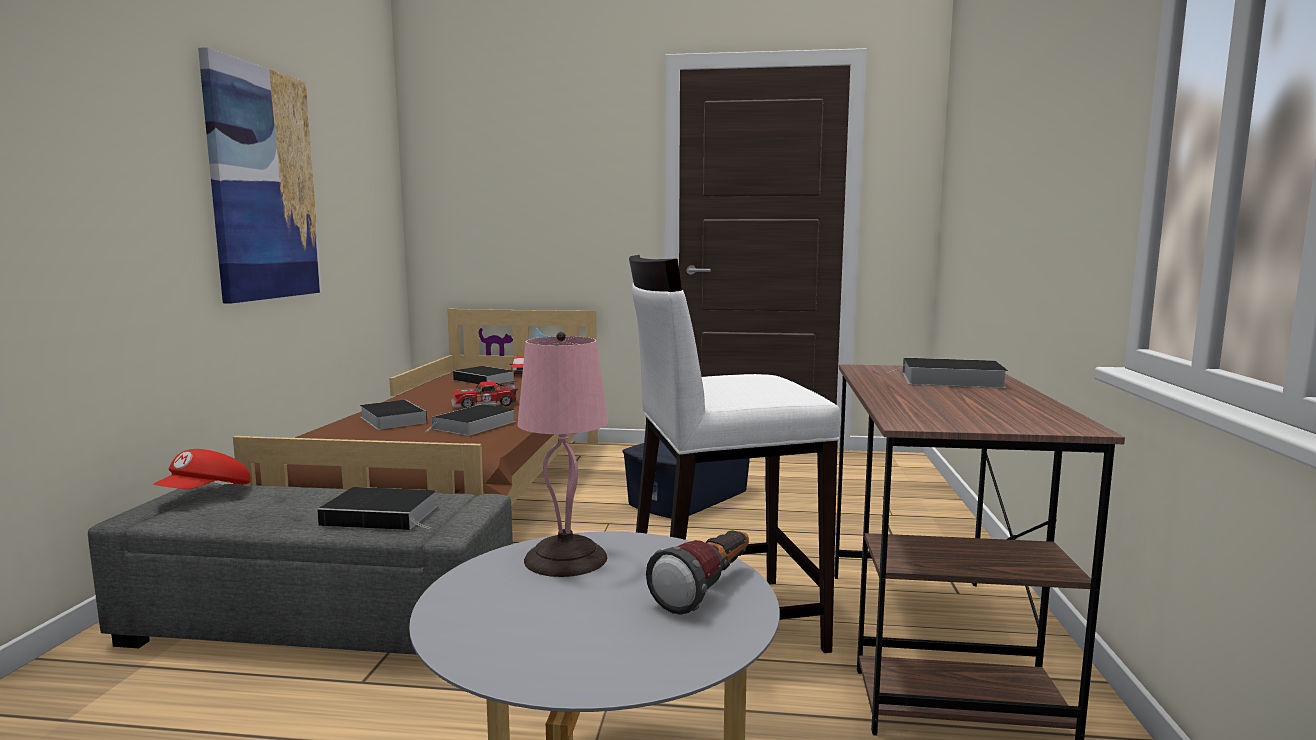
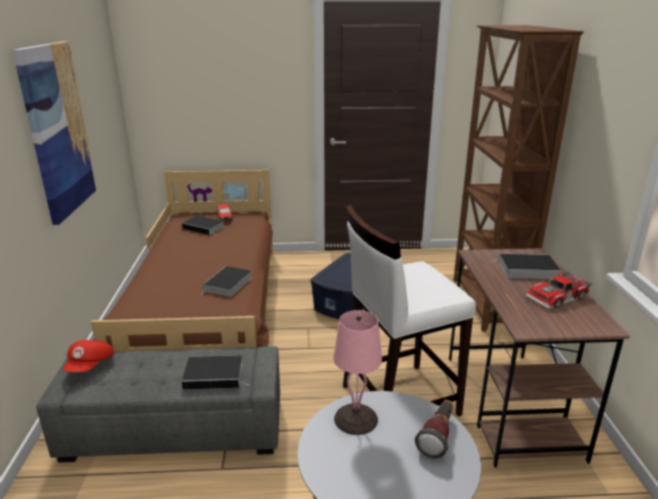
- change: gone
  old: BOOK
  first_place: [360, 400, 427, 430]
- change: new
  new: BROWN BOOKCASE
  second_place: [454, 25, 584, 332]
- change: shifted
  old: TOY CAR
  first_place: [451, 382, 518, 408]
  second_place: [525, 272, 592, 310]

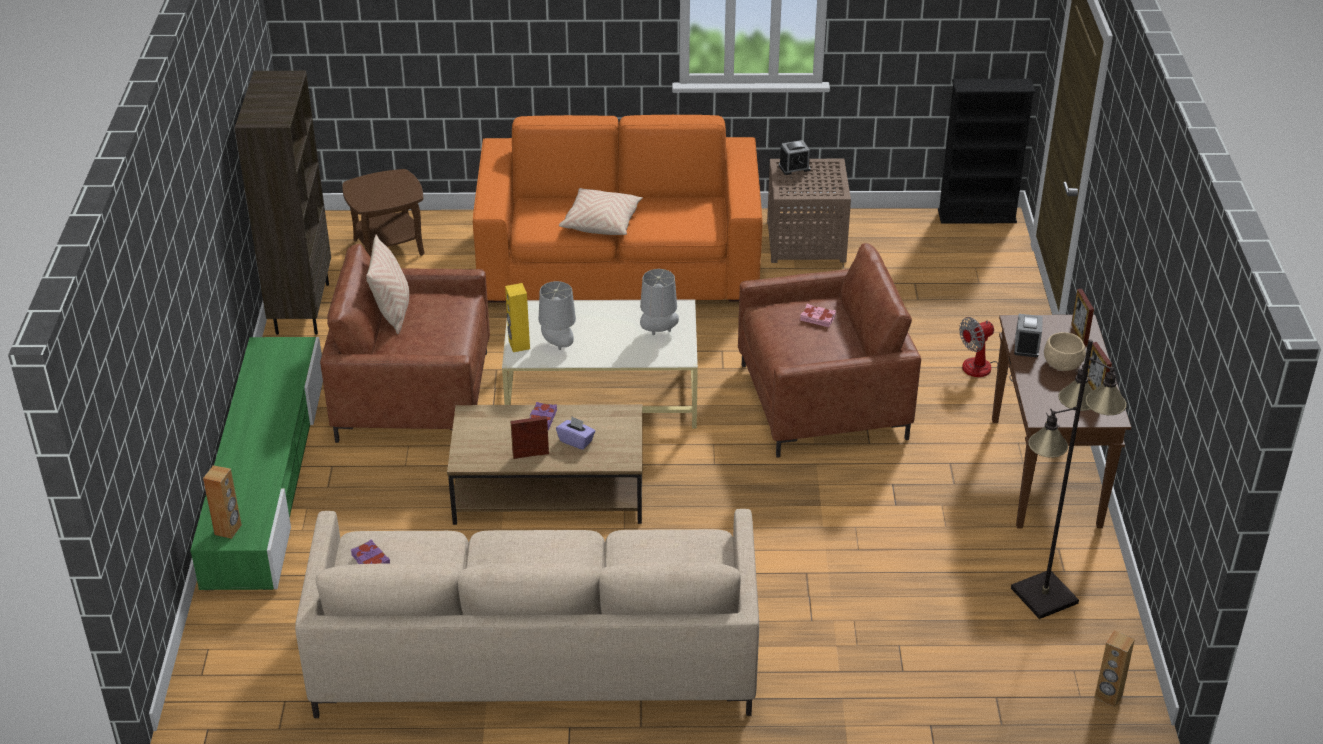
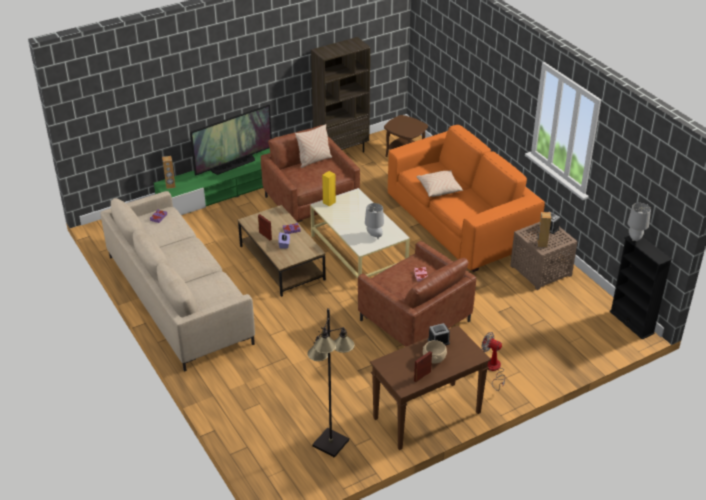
- change: gone
  old: PICTURE FRAME
  first_place: [1071, 289, 1094, 346]
- change: new
  new: TELEVISION
  second_place: [190, 105, 272, 176]
- change: shifted
  old: GREY TABLE LAMP
  first_place: [539, 281, 576, 350]
  second_place: [628, 203, 651, 241]
- change: shifted
  old: BROWN SPEAKER
  first_place: [1094, 630, 1135, 707]
  second_place: [537, 212, 551, 247]

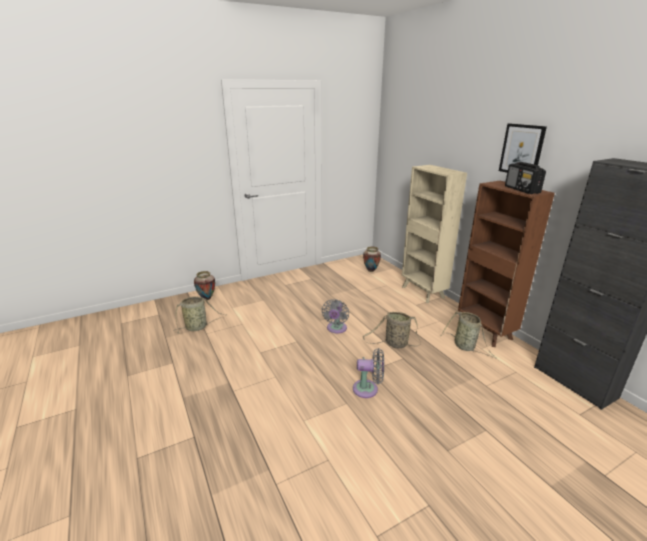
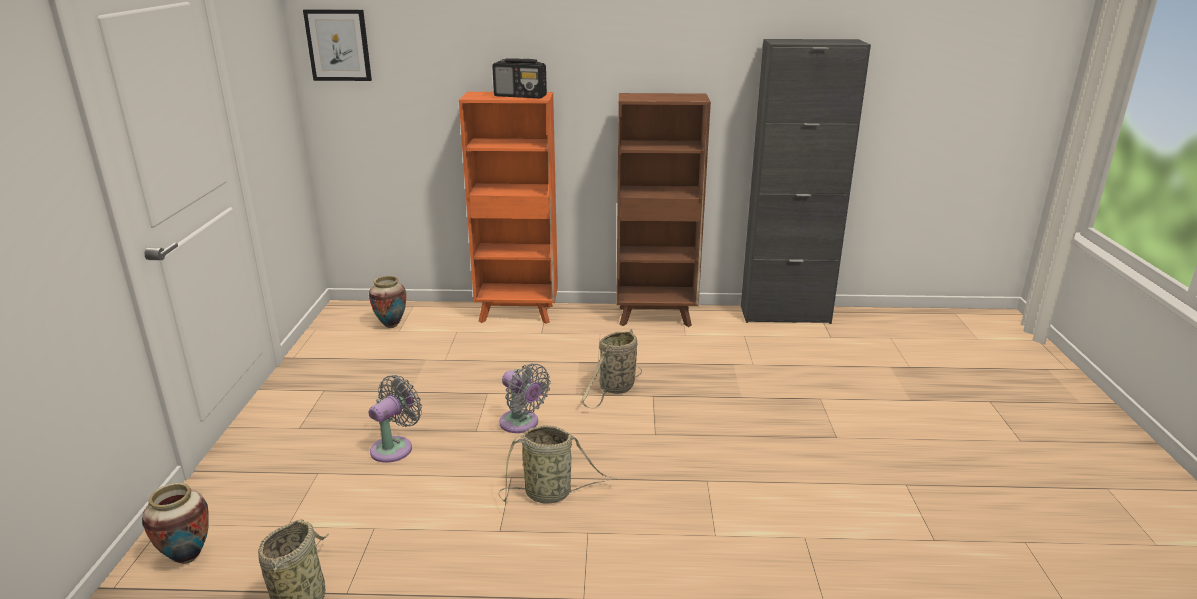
- change: shifted
  old: GREY FAN
  first_place: [353, 348, 384, 398]
  second_place: [369, 375, 422, 463]
- change: shifted
  old: BASKET
  first_place: [441, 311, 497, 359]
  second_place: [499, 425, 618, 505]
- change: shifted
  old: PICTURE
  first_place: [499, 123, 547, 173]
  second_place: [303, 9, 372, 81]
- change: shifted
  old: RADIO
  first_place: [505, 162, 546, 194]
  second_place: [492, 58, 547, 98]
- change: repainted
  old: BEIGE BOOKCASE
  new: ORANGE BOOKCASE
  first_place: [402, 165, 467, 303]
  second_place: [459, 92, 558, 324]

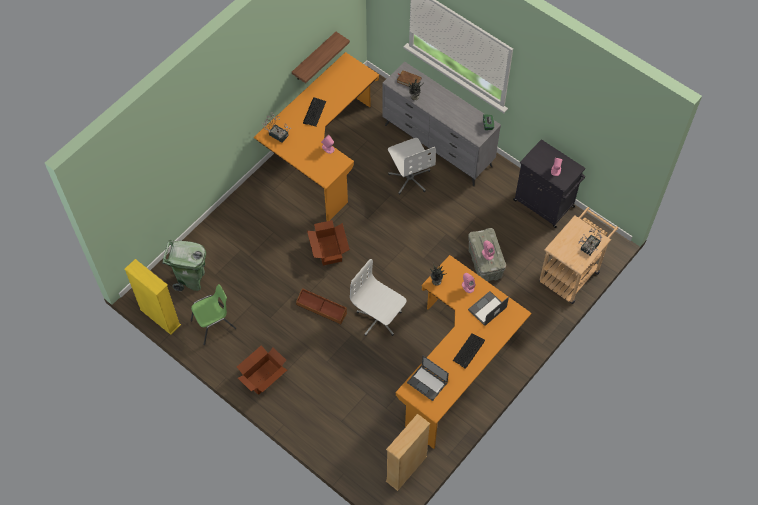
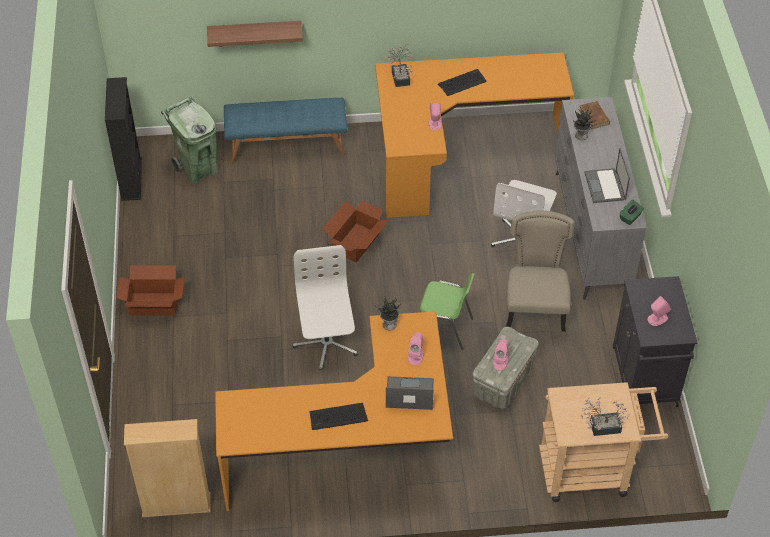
- change: gone
  old: BROWN STORAGE BOX
  first_place: [296, 288, 347, 324]
- change: new
  new: BLUE BENCH
  second_place: [224, 98, 347, 164]
- change: new
  new: BEIGE CHAIR
  second_place: [506, 211, 575, 337]
- change: shifted
  old: GREEN CHAIR
  first_place: [191, 284, 236, 345]
  second_place: [420, 273, 474, 350]
- change: shifted
  old: SHELF
  first_place: [292, 32, 350, 83]
  second_place: [207, 21, 303, 47]
- change: shifted
  old: LAPTOP
  first_place: [407, 355, 449, 401]
  second_place: [584, 148, 630, 203]
- change: repainted
  old: YELLOW BOOKCASE
  new: BLACK BOOKCASE
  first_place: [124, 259, 181, 335]
  second_place: [105, 77, 142, 201]

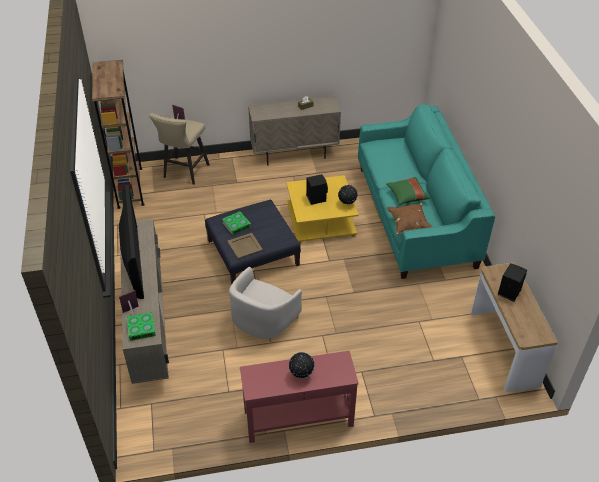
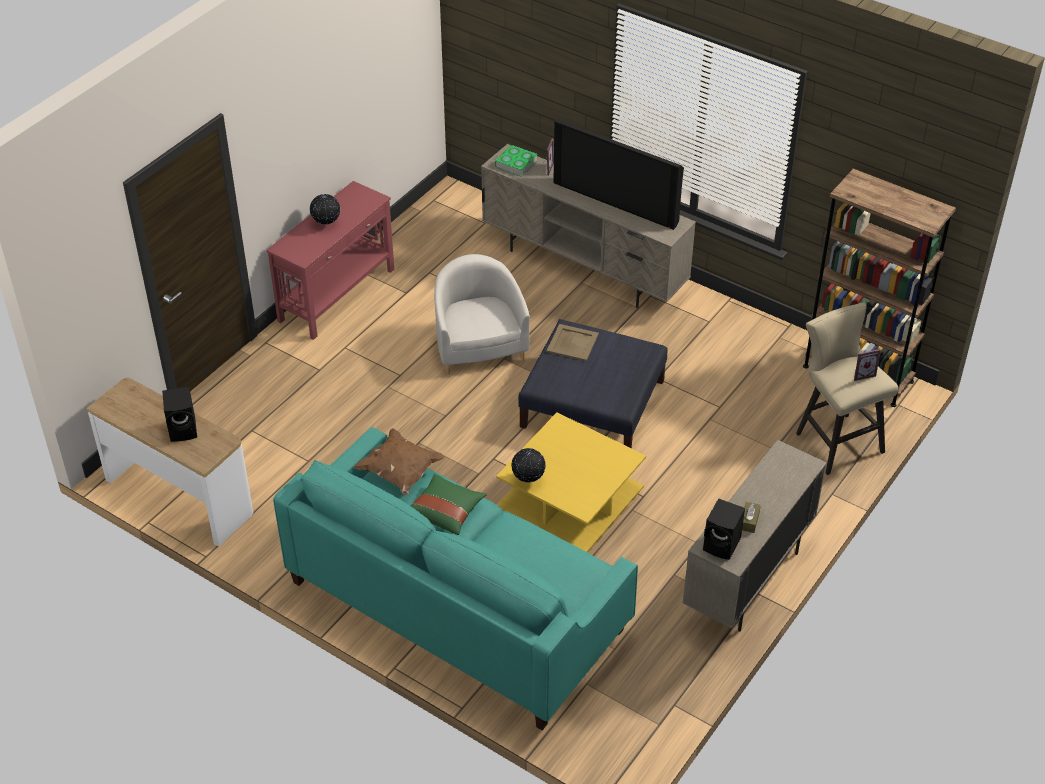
- change: gone
  old: BOOK
  first_place: [222, 211, 251, 235]
- change: shifted
  old: BLACK SPEAKER
  first_place: [306, 174, 328, 205]
  second_place: [703, 498, 745, 560]

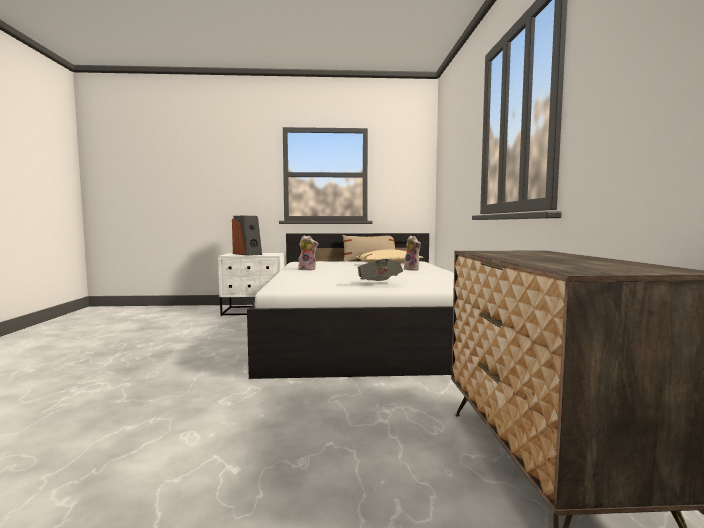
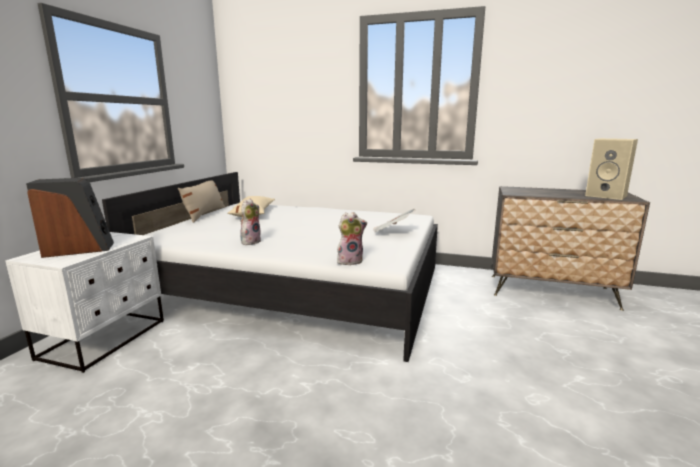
- change: new
  new: BEIGE SPEAKER
  second_place: [585, 138, 638, 200]
- change: shifted
  old: PLUSH TOY
  first_place: [404, 236, 421, 271]
  second_place: [337, 212, 367, 265]

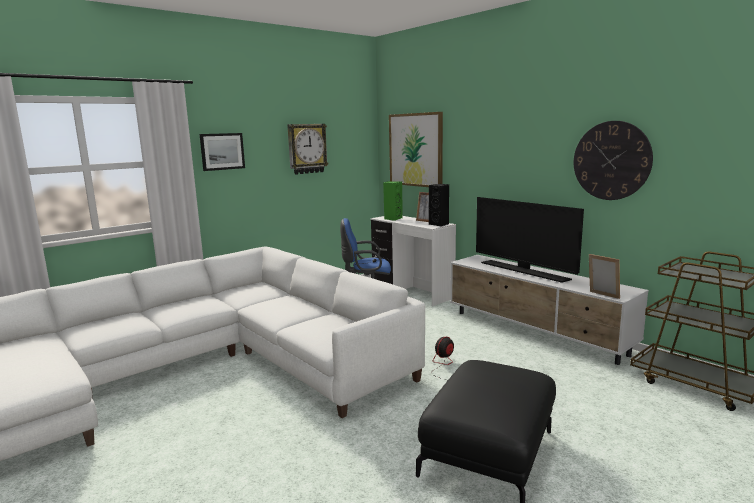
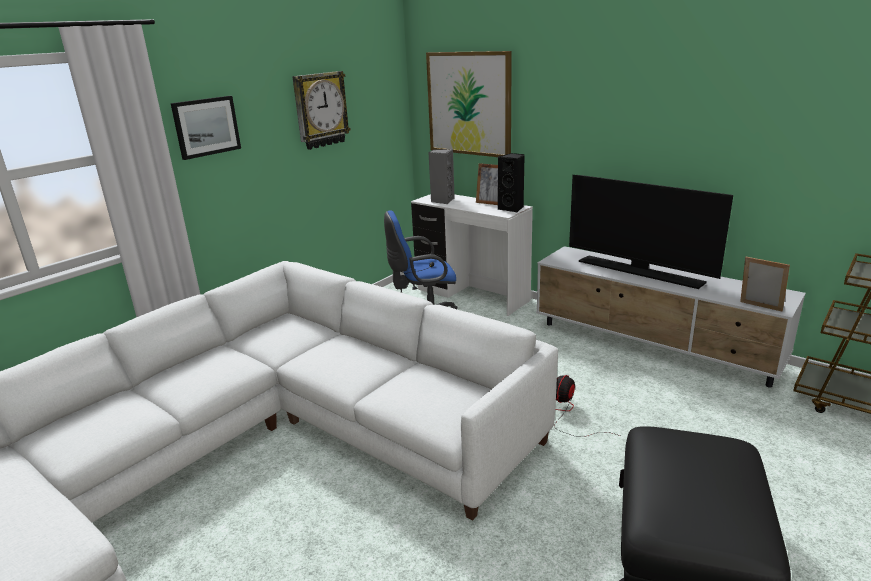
- change: gone
  old: WALL CLOCK
  first_place: [574, 121, 653, 200]
- change: repainted
  old: GREEN SPEAKER
  new: GREY SPEAKER
  first_place: [383, 181, 403, 221]
  second_place: [428, 149, 455, 204]

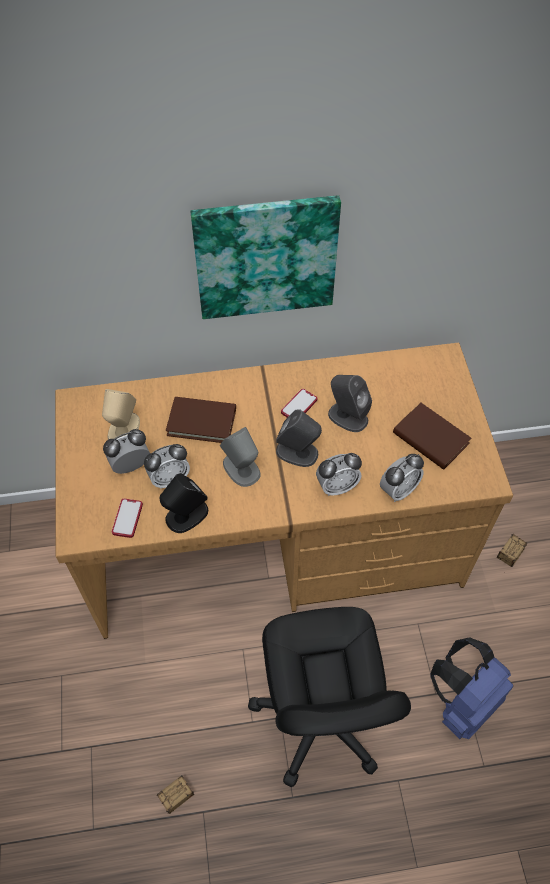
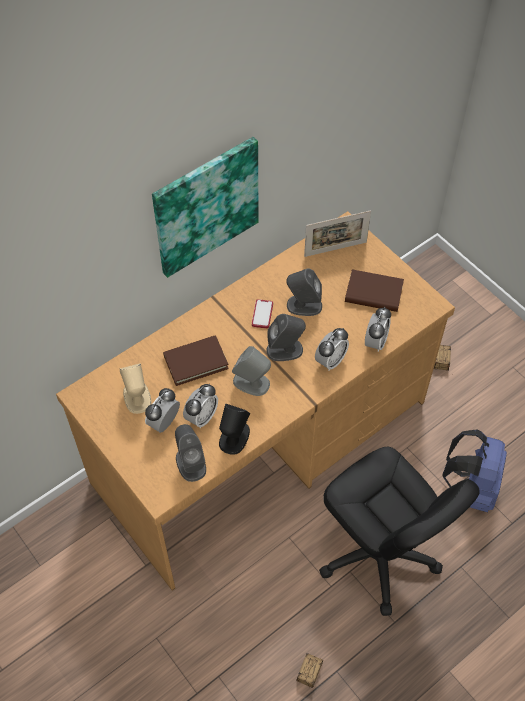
- change: new
  new: PICTURE FRAME
  second_place: [304, 210, 371, 257]
- change: swapped
  old: PHONE
  new: GREY SPEAKER
  first_place: [112, 499, 143, 538]
  second_place: [175, 424, 206, 482]

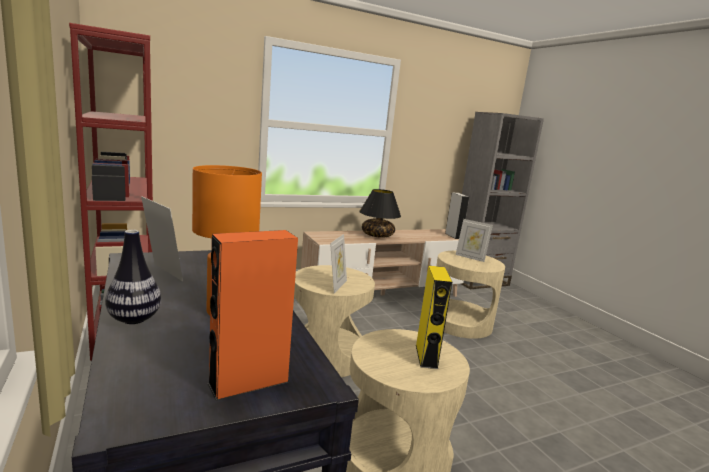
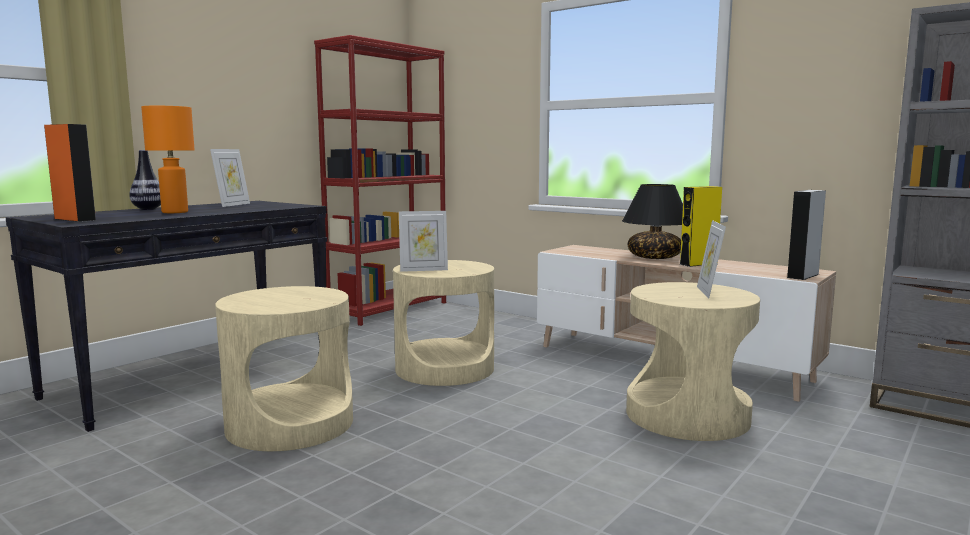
- change: shifted
  old: YELLOW SPEAKER
  first_place: [416, 265, 452, 369]
  second_place: [679, 186, 722, 267]

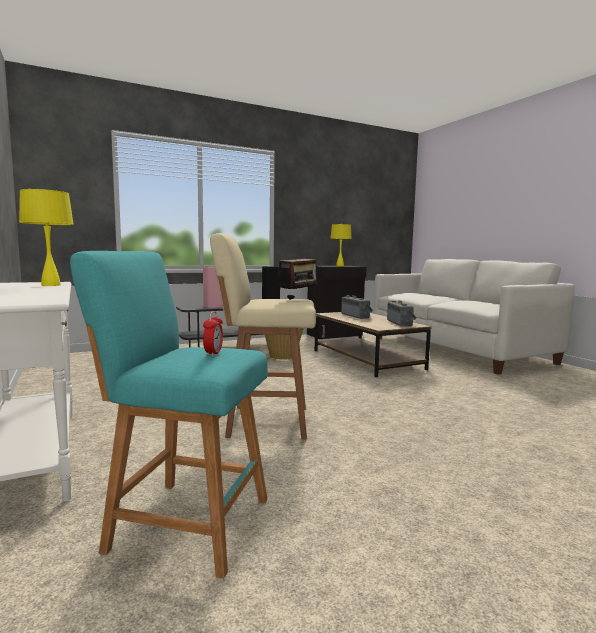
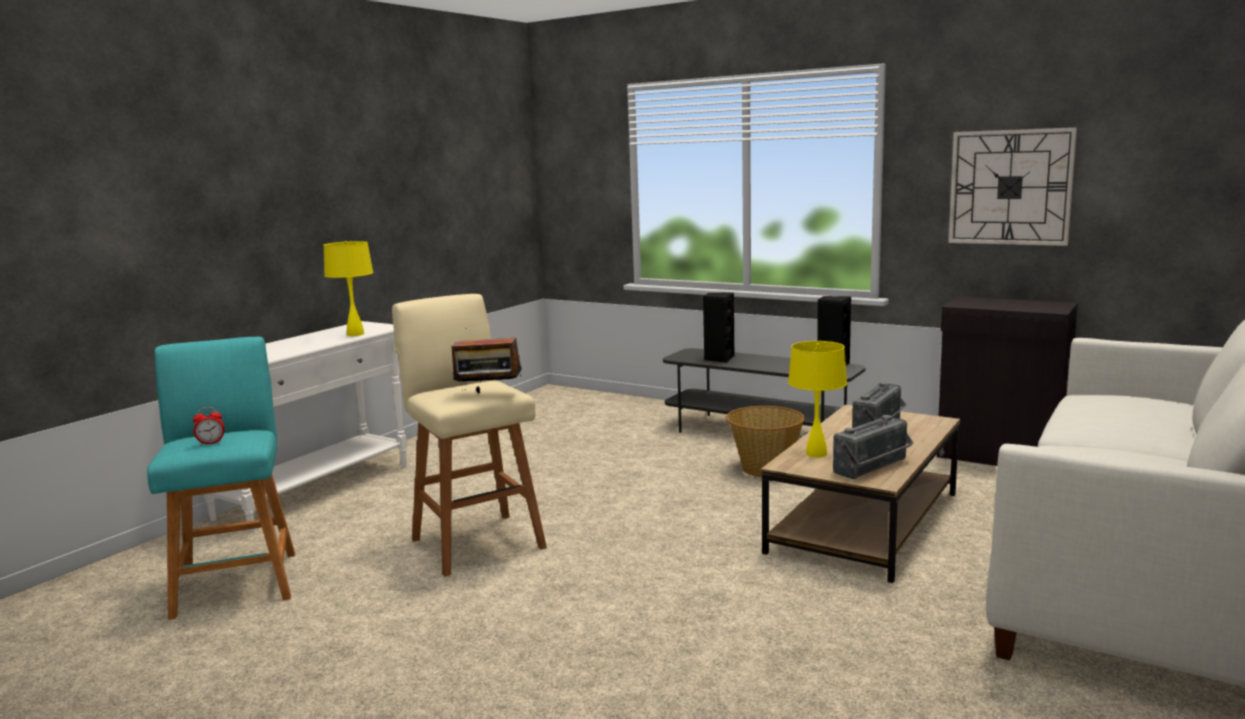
- change: new
  new: WALL CLOCK
  second_place: [948, 127, 1077, 246]
- change: shifted
  old: YELLOW TABLE LAMP
  first_place: [330, 224, 352, 266]
  second_place: [788, 341, 847, 458]
- change: repainted
  old: PINK SPEAKER
  new: BLACK SPEAKER
  first_place: [203, 267, 223, 308]
  second_place: [703, 293, 734, 363]

